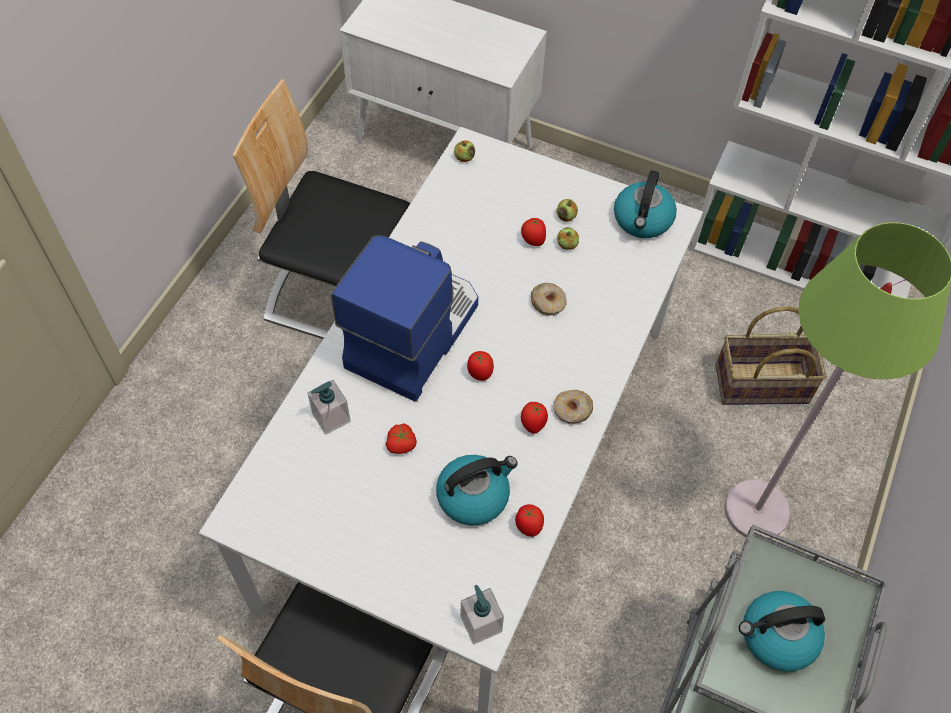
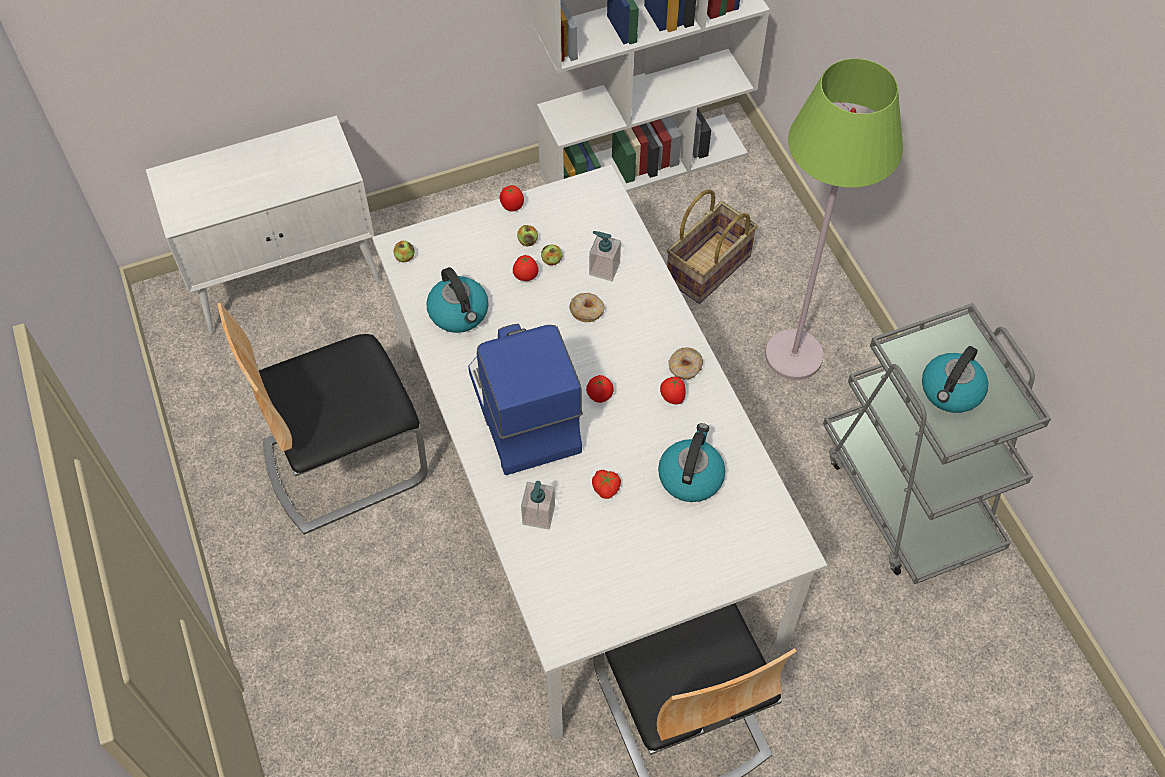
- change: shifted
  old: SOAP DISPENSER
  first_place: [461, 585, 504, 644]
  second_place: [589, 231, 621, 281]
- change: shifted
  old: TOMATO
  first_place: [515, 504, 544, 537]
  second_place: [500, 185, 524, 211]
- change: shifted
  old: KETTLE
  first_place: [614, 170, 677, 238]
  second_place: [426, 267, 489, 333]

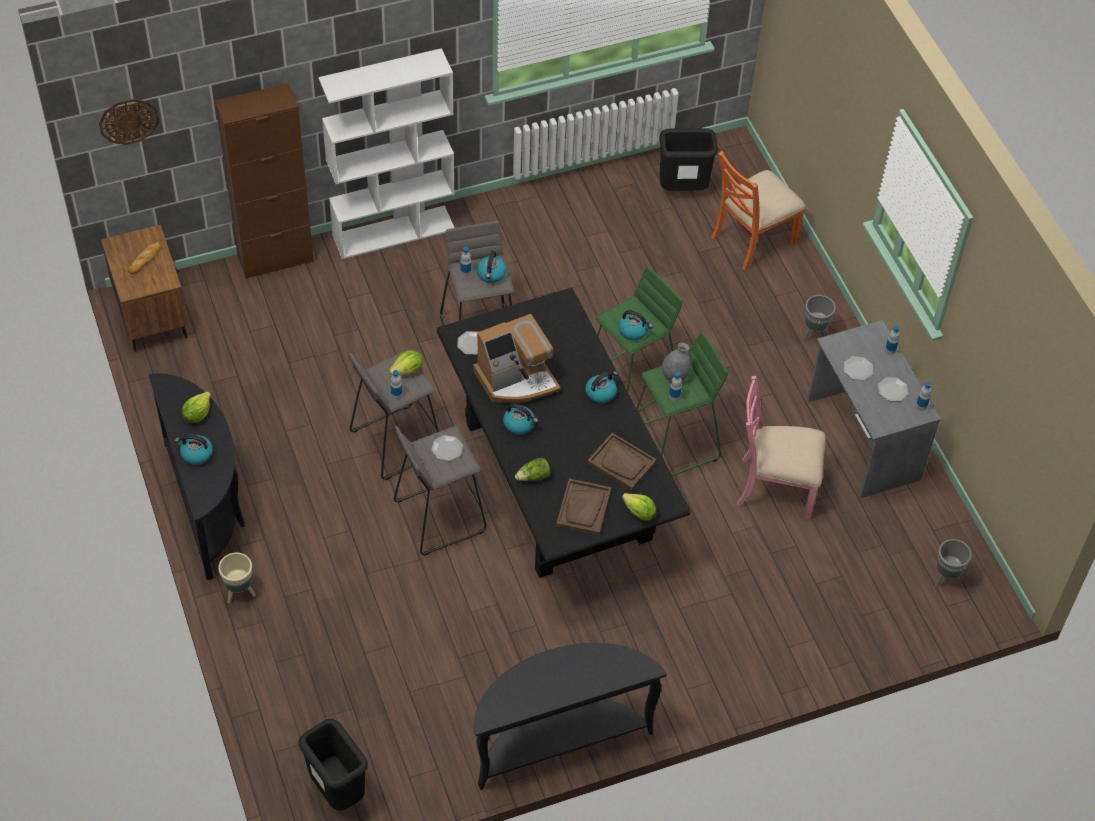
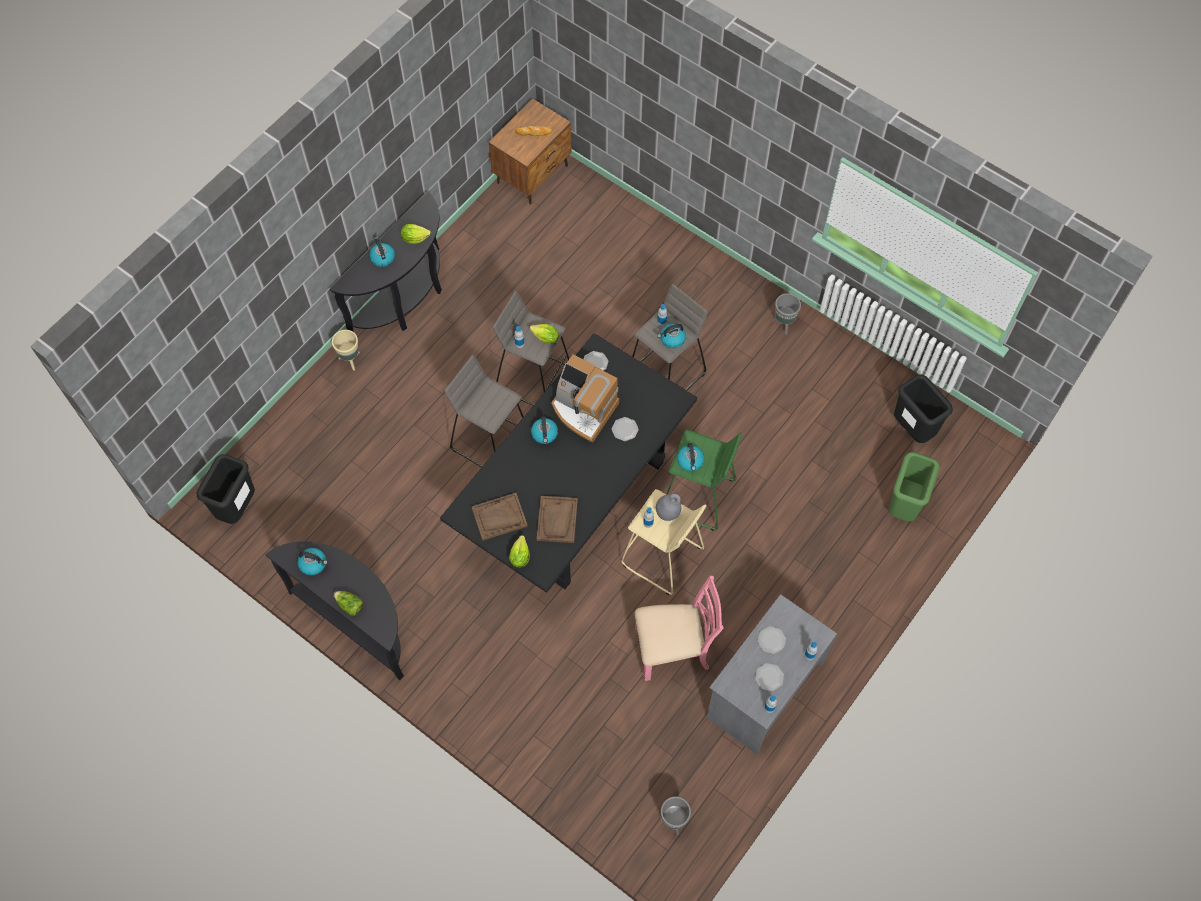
- change: gone
  old: WALL CLOCK
  first_place: [99, 99, 159, 145]
- change: gone
  old: BROWN CABINET
  first_place: [215, 83, 314, 279]
- change: gone
  old: WHITE BOOKCASE
  first_place: [318, 48, 455, 259]
- change: shifted
  old: PLATE
  first_place: [431, 435, 463, 461]
  second_place: [612, 417, 639, 441]
- change: shifted
  old: LETTUCE
  first_place: [515, 458, 550, 481]
  second_place: [334, 591, 363, 616]
- change: shifted
  old: KETTLE
  first_place: [585, 371, 618, 404]
  second_place: [298, 548, 328, 575]
- change: shifted
  old: GREY PLANTER
  first_place: [803, 295, 836, 341]
  second_place: [772, 293, 801, 335]
- change: swapped
  old: ORANGE CHAIR
  new: GREEN TRASH CAN
  first_place: [711, 151, 805, 271]
  second_place: [889, 452, 940, 522]
- change: repainted
  old: GREEN STOOL
  new: BEIGE STOOL
  first_place: [636, 331, 728, 476]
  second_place: [621, 489, 706, 595]
- change: rotated
  old: PINK CHAIR
  first_place: [737, 376, 826, 519]
  second_place: [635, 576, 724, 681]
  degrees: 105

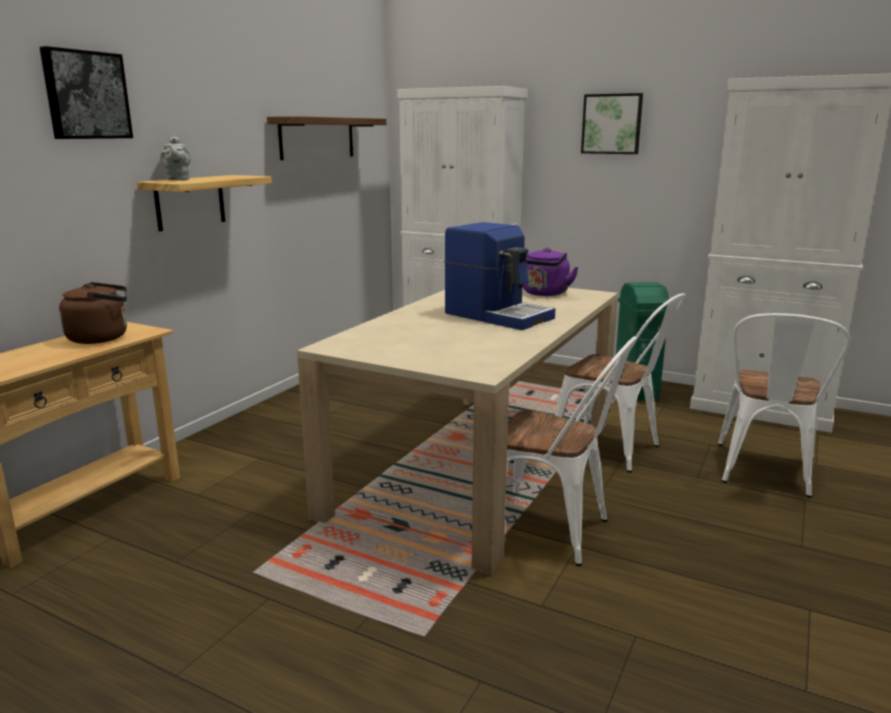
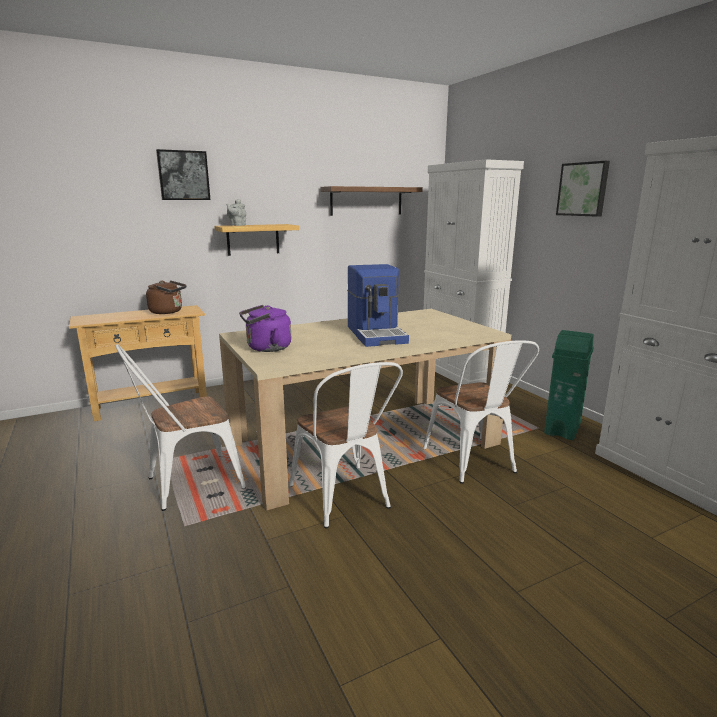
- change: shifted
  old: PURPLE KETTLE
  first_place: [523, 248, 579, 296]
  second_place: [239, 305, 291, 352]
- change: shifted
  old: WHITE CHAIR
  first_place: [718, 313, 851, 498]
  second_place: [116, 344, 246, 511]

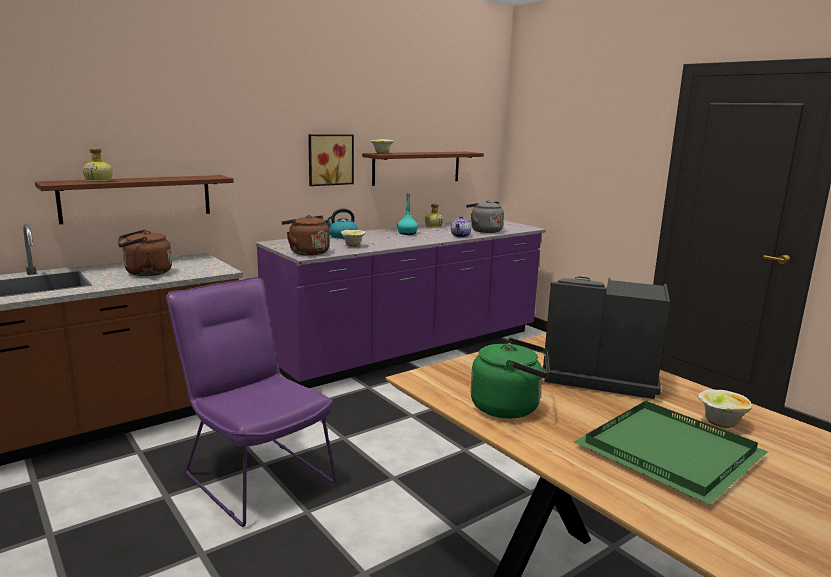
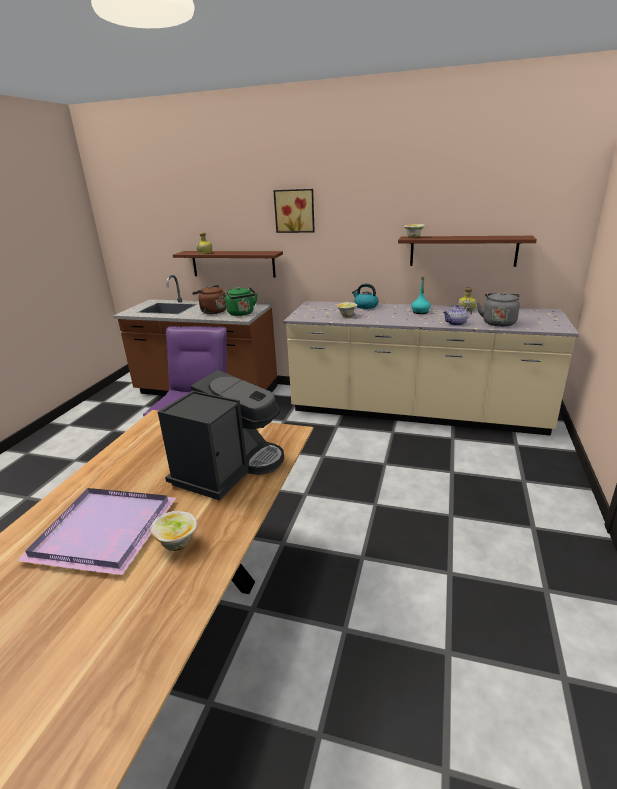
- change: gone
  old: BROWN KETTLE
  first_place: [282, 215, 330, 256]
- change: shifted
  old: PICTURE
  first_place: [308, 134, 354, 186]
  second_place: [273, 189, 315, 233]
- change: shifted
  old: GREEN KETTLE
  first_place: [471, 338, 550, 418]
  second_place: [225, 287, 257, 316]
- change: repainted
  old: PURPLE COUNTER
  new: BEIGE COUNTER
  first_place: [256, 220, 546, 388]
  second_place: [284, 301, 579, 436]
- change: repainted
  old: GREEN TRAY
  new: PURPLE TRAY
  first_place: [574, 401, 768, 505]
  second_place: [17, 488, 176, 575]
- change: rotated
  old: COFFEE MACHINE
  first_place: [542, 276, 670, 399]
  second_place: [158, 370, 284, 501]
  degrees: 45

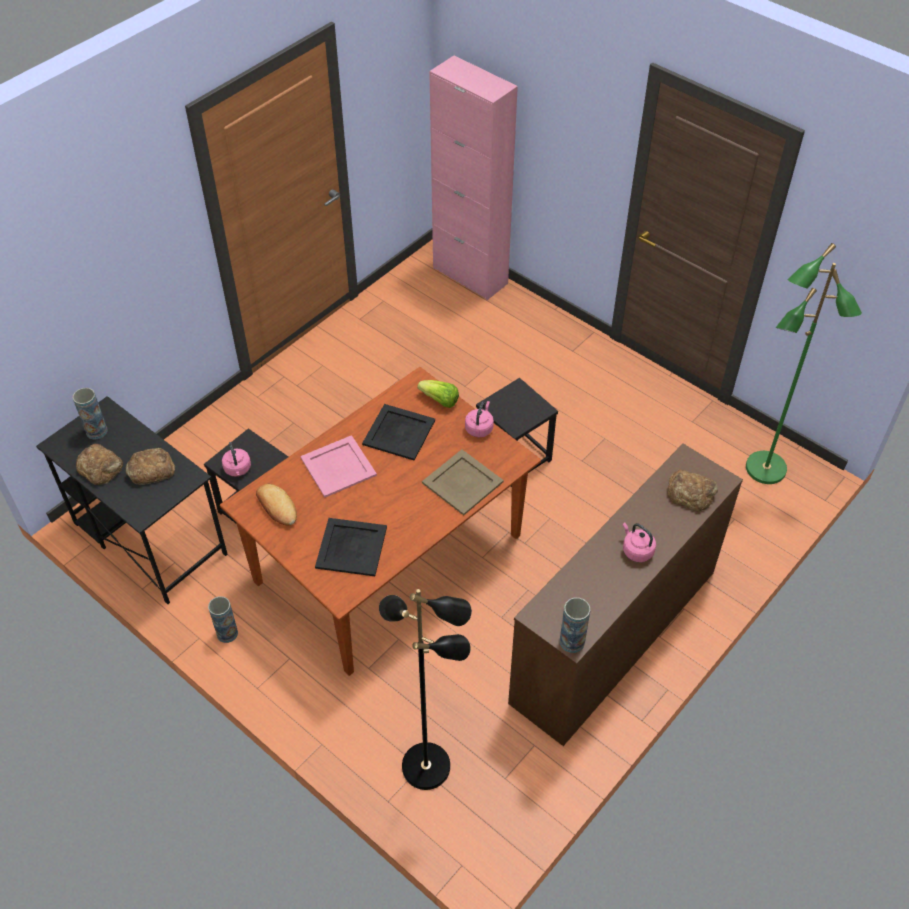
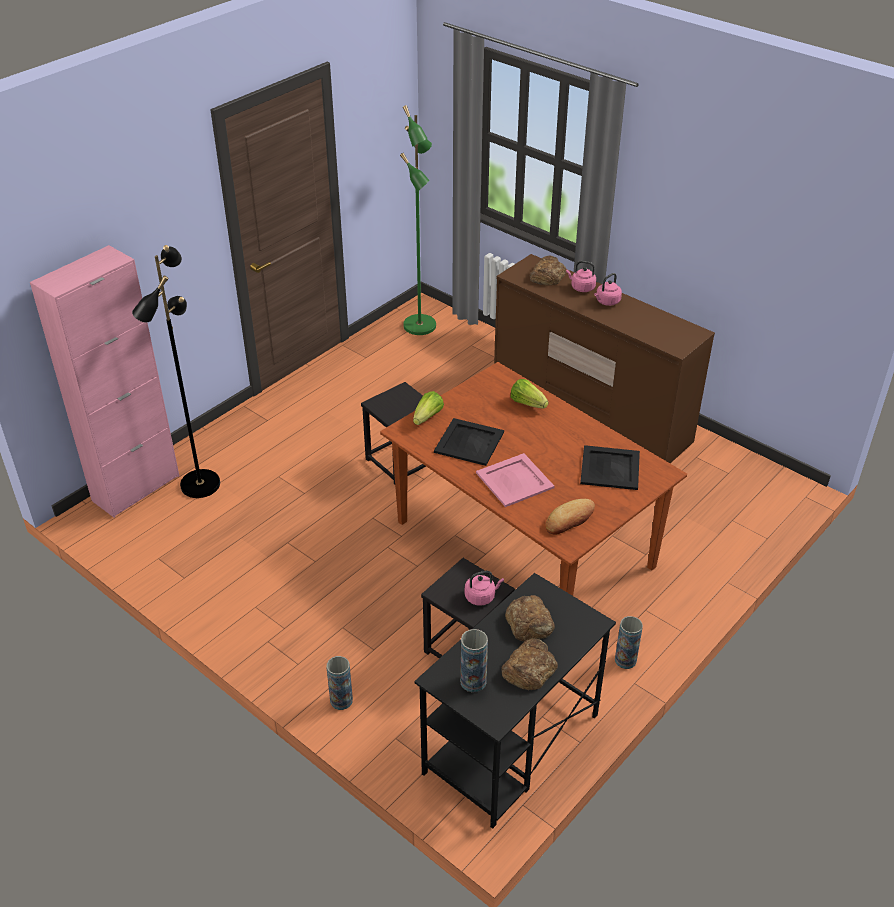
- change: shifted
  old: BLACK FLOOR LAMP
  first_place: [379, 589, 472, 790]
  second_place: [132, 245, 220, 498]
- change: shifted
  old: PINK KETTLE
  first_place: [465, 401, 494, 437]
  second_place: [566, 261, 596, 292]
- change: shifted
  old: VASE
  first_place: [560, 597, 590, 653]
  second_place: [326, 656, 353, 710]
- change: swapped
  old: BEIGE TRAY
  new: LETTUCE
  first_place: [422, 449, 504, 515]
  second_place: [511, 379, 548, 409]

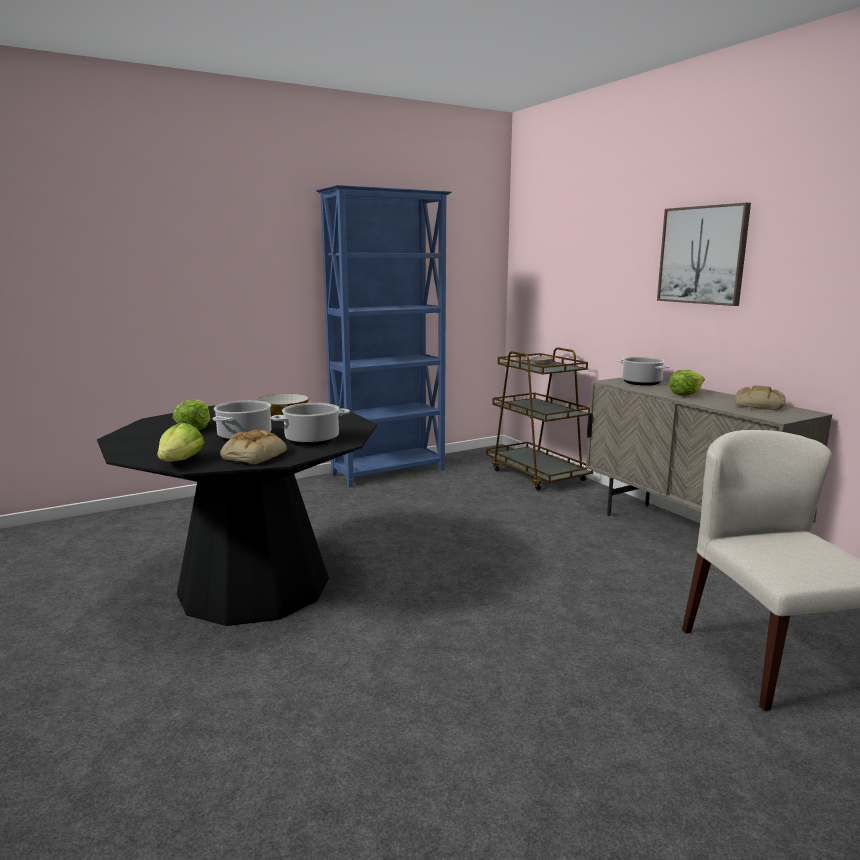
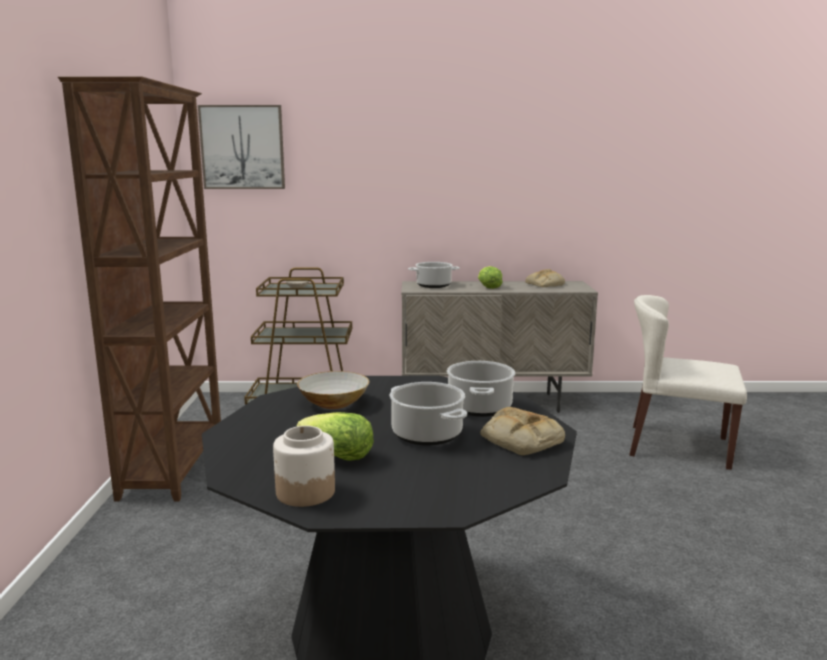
- change: gone
  old: LETTUCE
  first_place: [157, 422, 205, 462]
- change: new
  new: JAR
  second_place: [273, 426, 335, 507]
- change: shifted
  old: PICTURE
  first_place: [657, 203, 751, 306]
  second_place: [198, 105, 285, 189]
- change: repainted
  old: BLUE BOOKCASE
  new: BROWN BOOKCASE
  first_place: [316, 185, 452, 488]
  second_place: [58, 76, 221, 501]

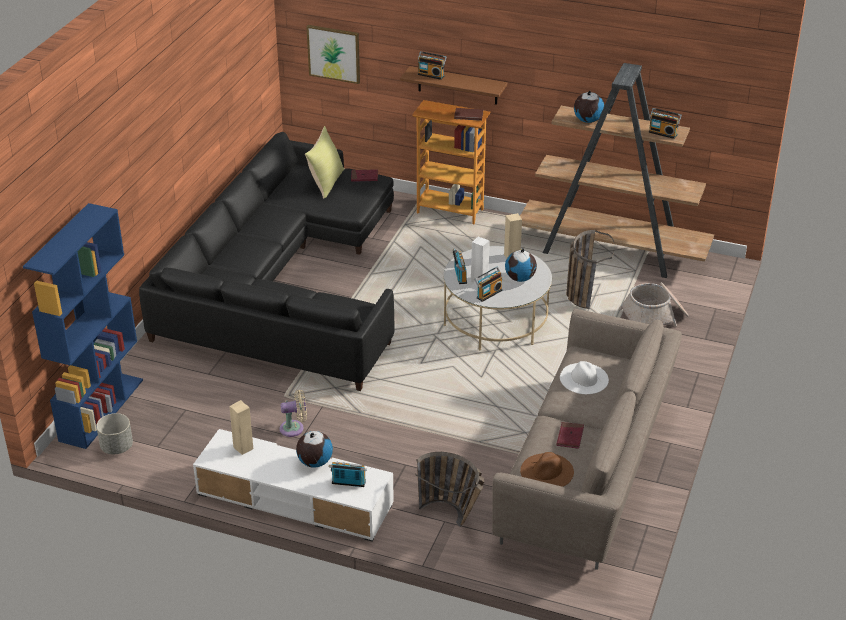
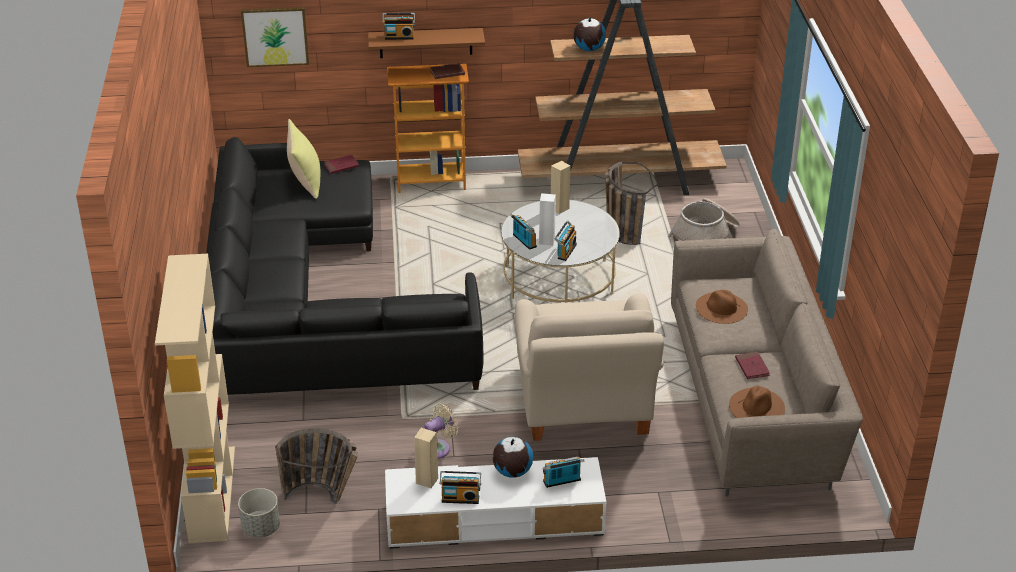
- change: gone
  old: GLOBE
  first_place: [505, 248, 537, 282]
- change: new
  new: BEIGE ARMCHAIR
  second_place: [515, 293, 664, 441]
- change: shifted
  old: BASKET
  first_place: [415, 452, 484, 527]
  second_place: [275, 428, 358, 504]
- change: shifted
  old: RADIO
  first_place: [649, 108, 682, 139]
  second_place: [439, 471, 481, 504]
- change: repainted
  old: BLUE BOOKCASE
  new: BEIGE BOOKCASE
  first_place: [23, 203, 143, 449]
  second_place: [155, 254, 235, 543]
- change: repainted
  old: WHITE HAT
  new: BROWN HAT
  first_place: [560, 361, 609, 394]
  second_place: [696, 290, 748, 324]

